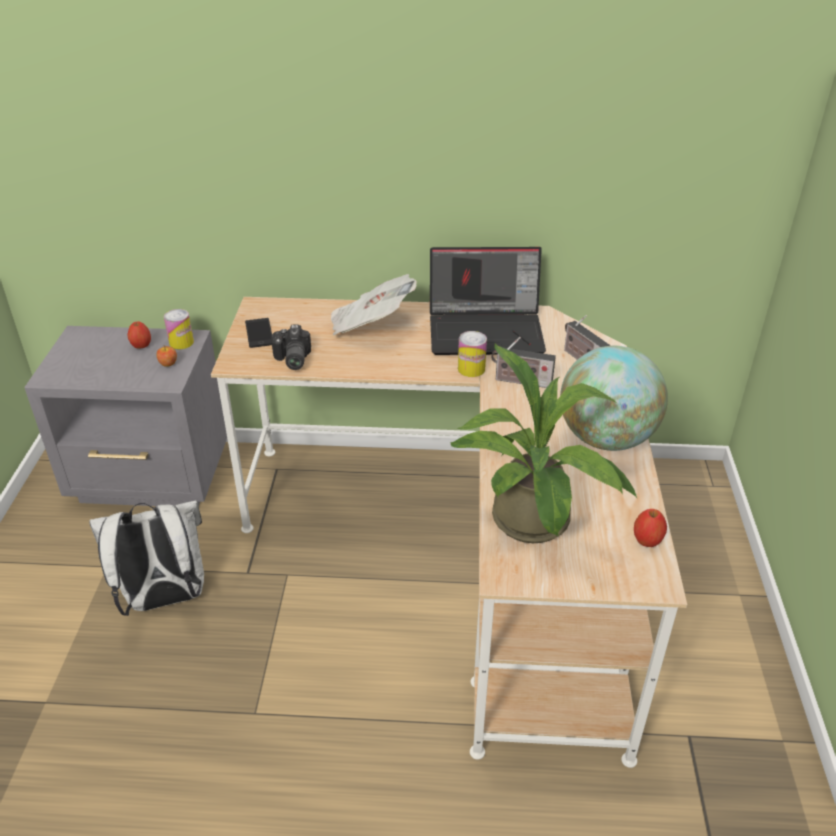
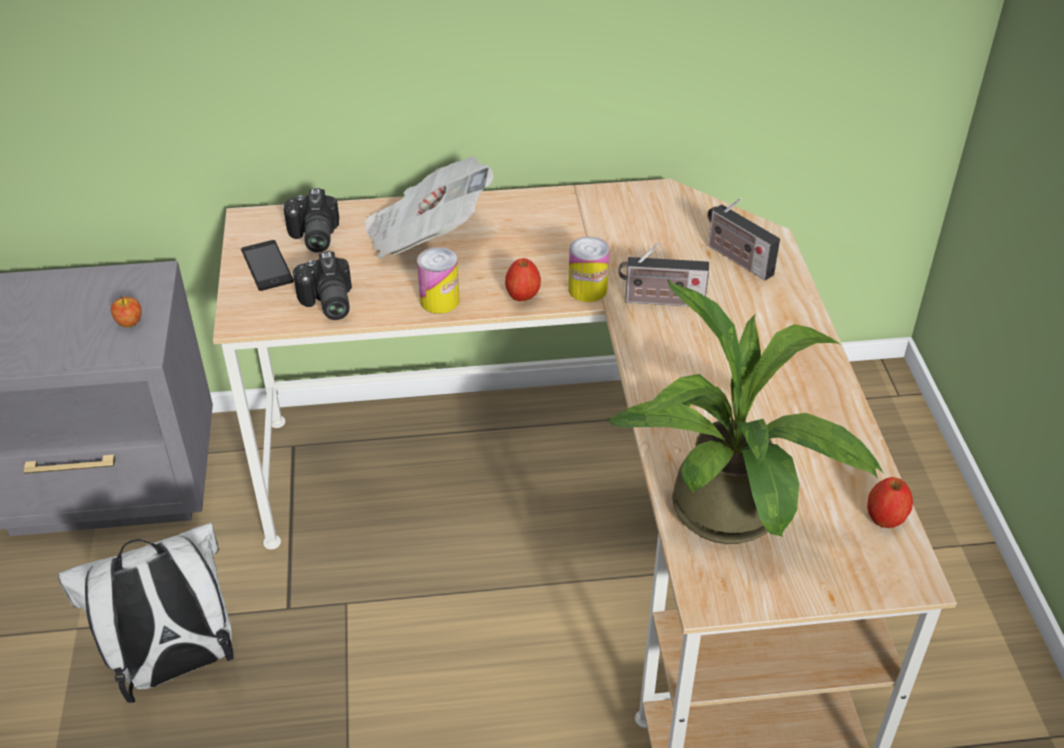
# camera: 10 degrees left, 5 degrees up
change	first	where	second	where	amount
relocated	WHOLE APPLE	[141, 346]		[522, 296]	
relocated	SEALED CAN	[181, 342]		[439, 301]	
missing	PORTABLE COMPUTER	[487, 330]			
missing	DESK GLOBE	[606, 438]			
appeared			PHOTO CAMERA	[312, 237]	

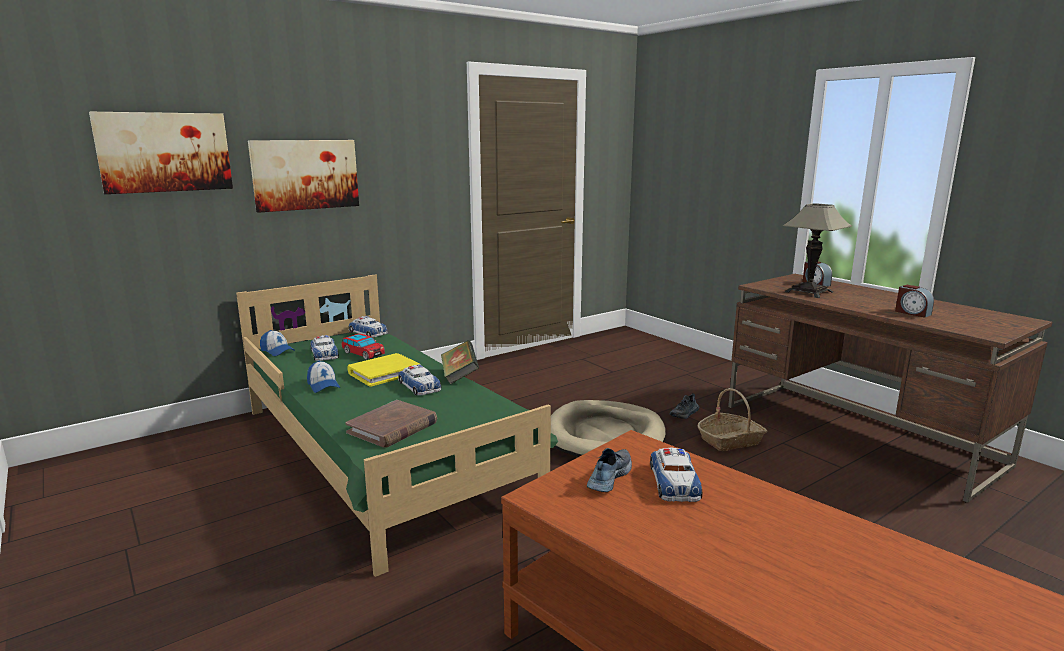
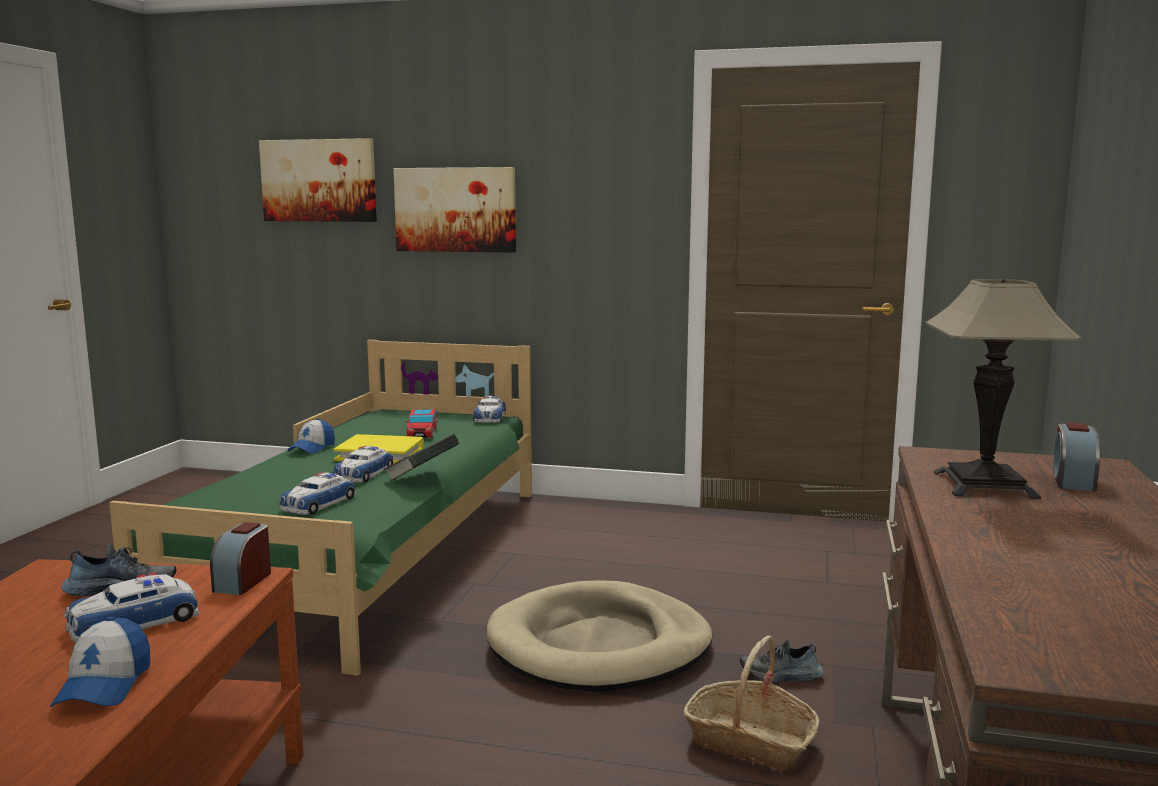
# camera: 50 degrees right, 5 degrees down
change	first	where	second	where	amount
relocated	CAP	[277, 351]		[104, 685]	
relocated	TOY CAR	[324, 354]		[318, 503]	
missing	BROWN-COLOURED BOOK	[392, 427]			
relocated	BEDSIDE CLOCK	[912, 313]		[243, 581]	

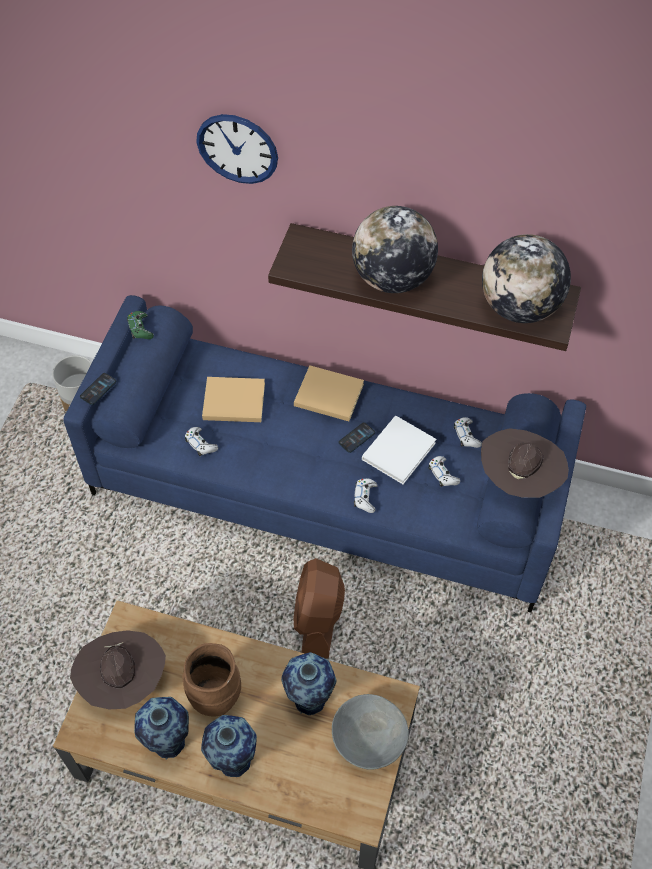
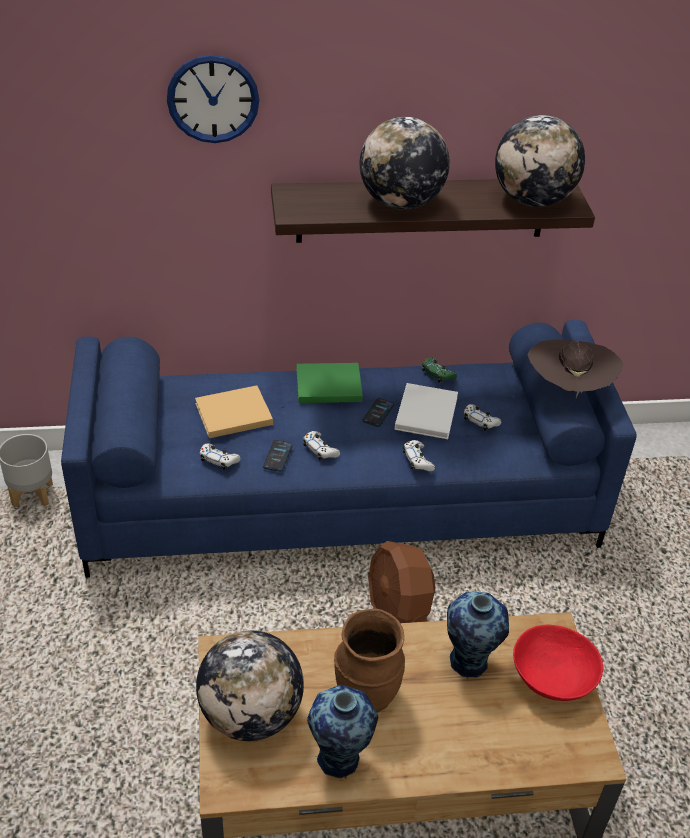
# camera: 25 degrees left, 15 degrees down
change	first	where	second	where	amount
exchanged	BROWN-COLOURED CLOTHING HAT	[123, 681]	DESK GLOBE	[251, 715]	
relocated	HANDSET	[98, 389]		[278, 456]	
relocated	GREENISH GAME CONTROLLER	[140, 328]		[437, 374]	
missing	VASE	[233, 762]			
colour	BEIGE BOOK	[327, 394]	GREENISH BOOK	[326, 385]	
colour	GREYISH BOWL	[368, 739]	RED BOWL	[552, 679]	
relocated	WHITISH GAME CONTROLLER	[466, 435]		[320, 449]	

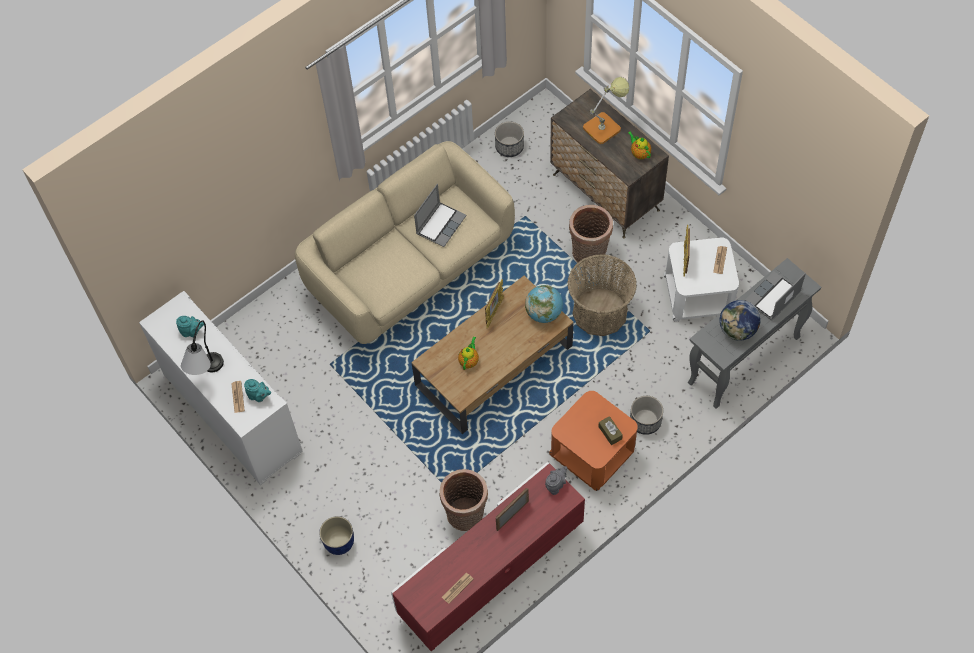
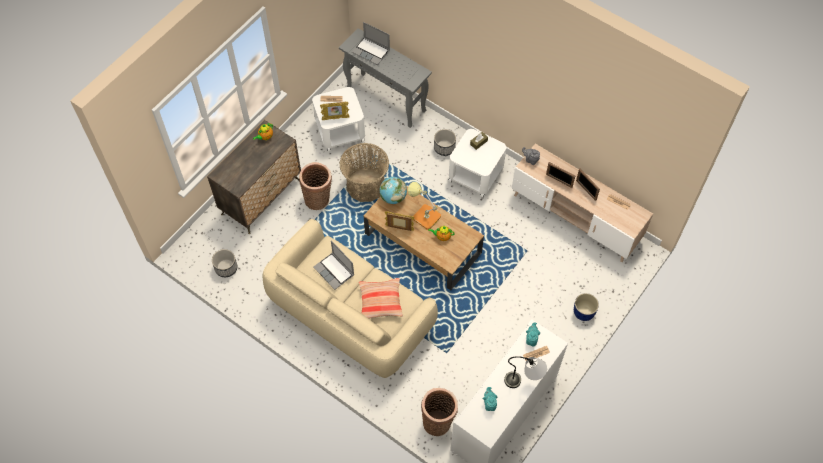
# camera: 105 degrees left, 0 degrees up
change	first	where	second	where	amount
colour	RED TV STAND	[490, 571]	BEIGE TV STAND	[575, 217]	
spun	PORTABLE COMPUTER	[440, 224]		[334, 271]	150 degrees counterclockwise
relocated	BASKET	[466, 516]		[438, 421]	
colour	ORANGEY SIDE TABLE	[592, 454]	WHITISH SIDE TABLE	[476, 173]	
relocated	LAMP FOR A TABLE	[605, 126]		[423, 215]	
missing	DESK GLOBE	[737, 330]			
appeared			PILLOW	[380, 301]	
appeared			PHOTO FRAME	[586, 190]	

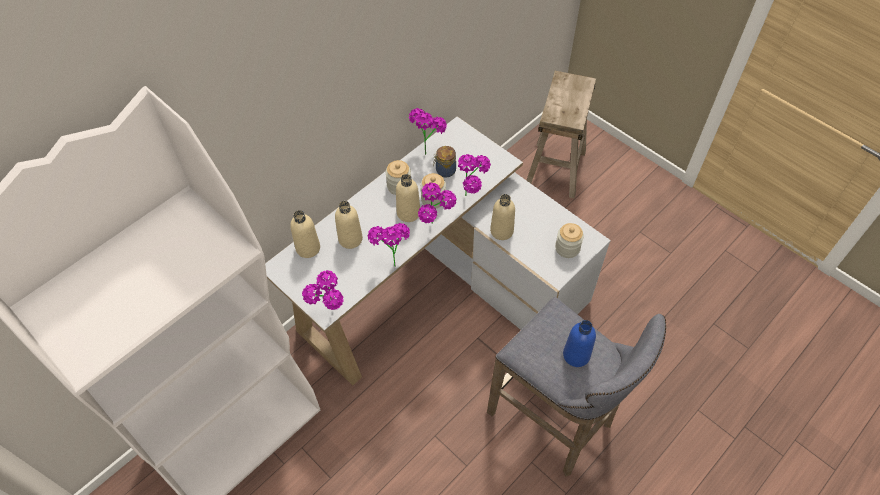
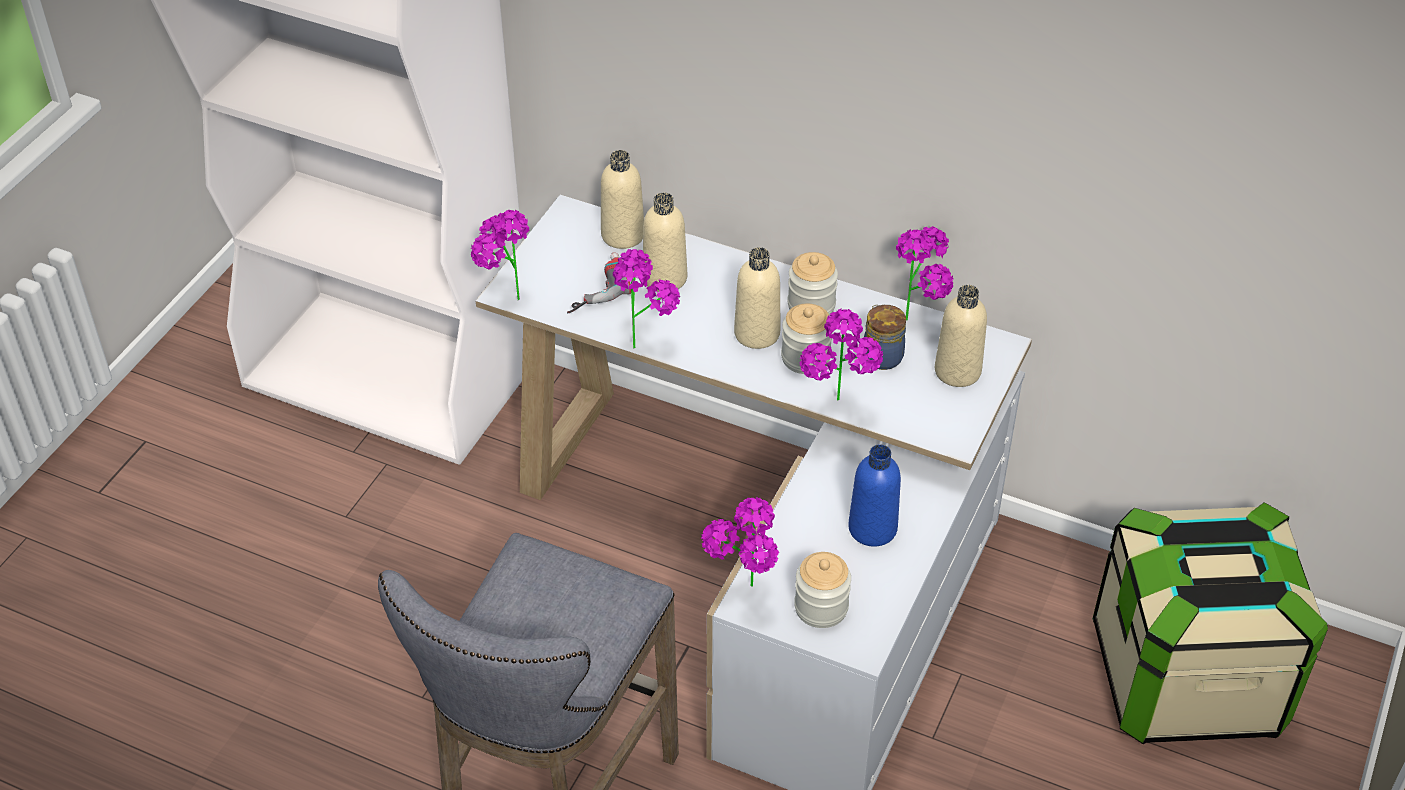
# camera: 70 degrees right, 10 degrees down
change	first	where	second	where	amount
relocated	POTTED PLANT	[436, 228]		[744, 596]	
relocated	BEIGE BOTTLE	[501, 231]		[957, 371]	
exchanged	BEIGE STOOL	[556, 169]	STORAGE BIN	[1186, 678]	
relocated	BLUISH BOTTLE	[576, 355]		[872, 528]	
appeared			POWER DRILL	[594, 287]	

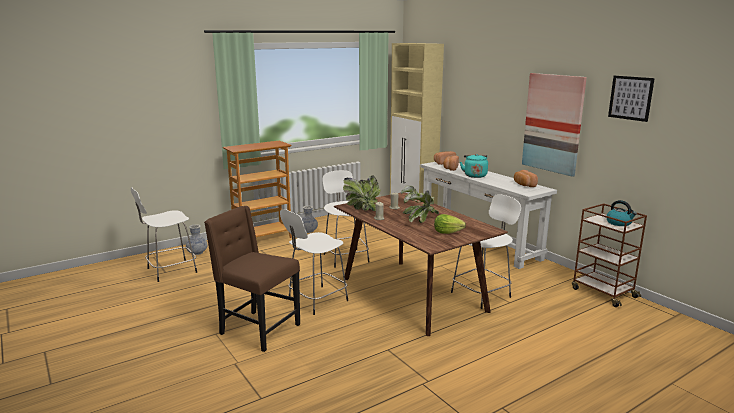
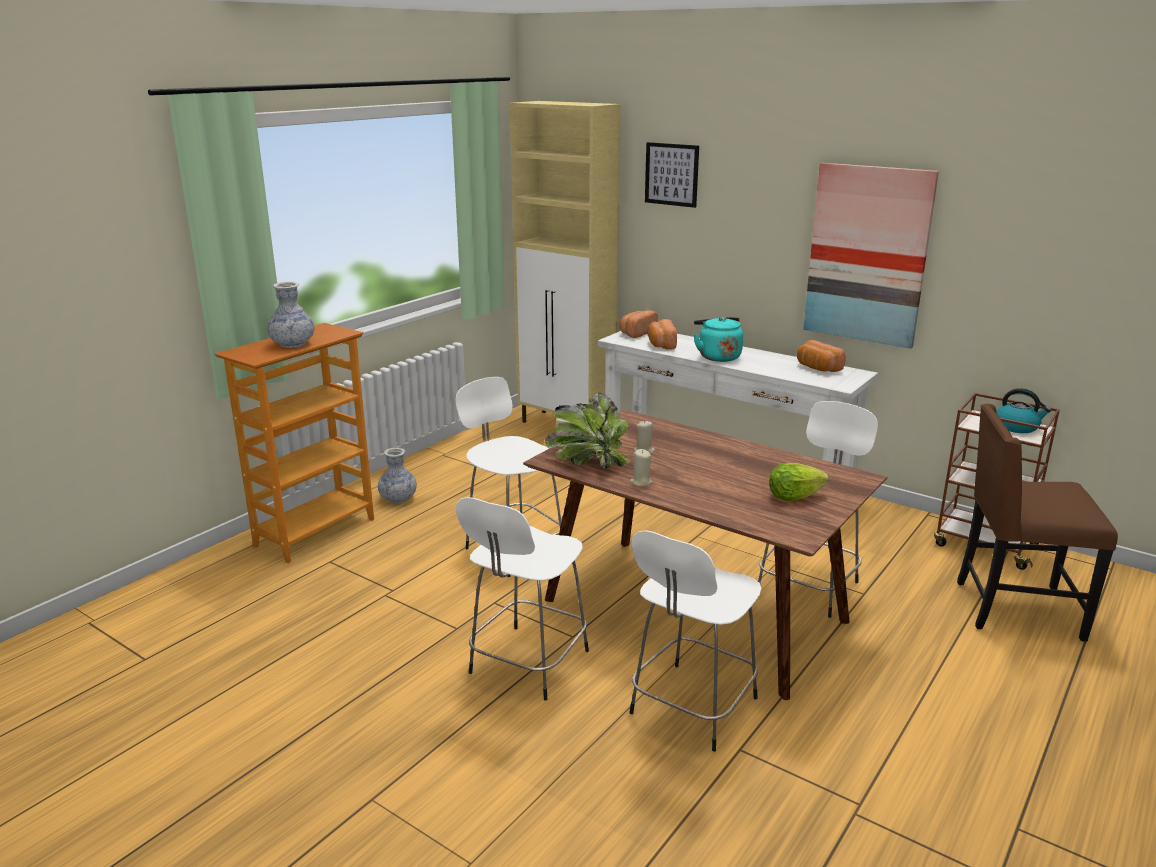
# camera: 20 degrees left, 5 degrees up
change	first	where	second	where	amount
relocated	WHITISH STOOL	[170, 271]		[691, 708]	
relocated	VASE	[197, 252]		[293, 344]	
relocated	BROWN-COLOURED UPRIGHT CHAIR	[258, 330]		[1014, 609]	
missing	POTTED PLANT	[419, 221]			
relocated	WALL ART	[630, 98]		[671, 174]	

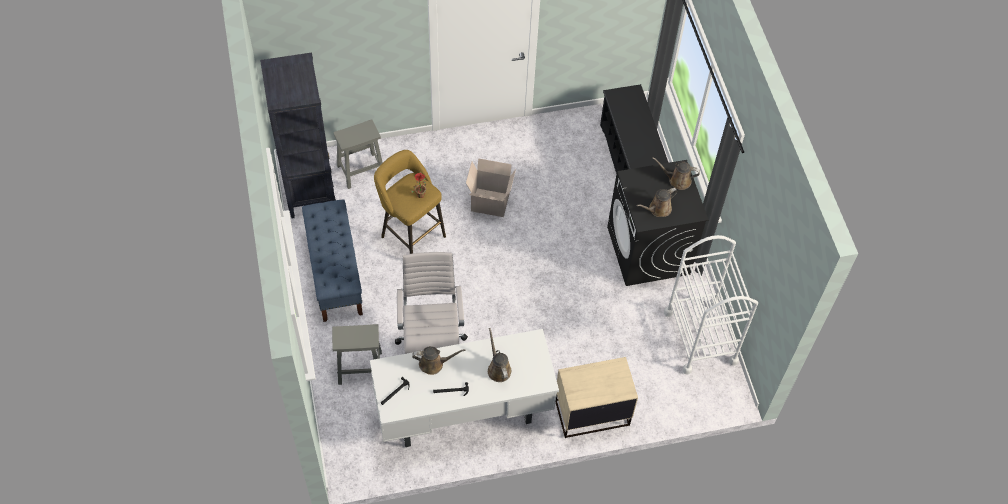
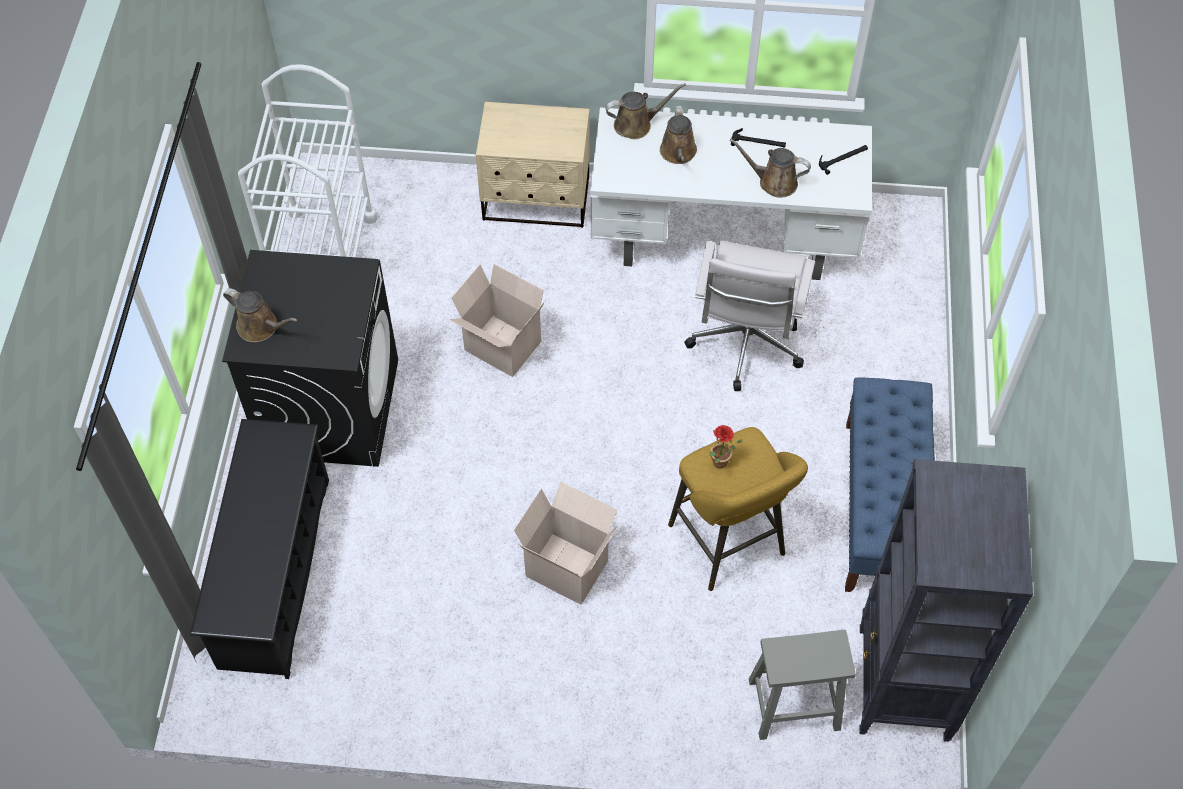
# camera: 160 degrees left, 0 degrees up
change	first	where	second	where	amount
missing	GREYISH STOOL	[361, 367]			
relocated	BROWN-COLOURED WATERING CAN	[658, 209]		[636, 124]	
appeared			CARTON	[500, 347]	

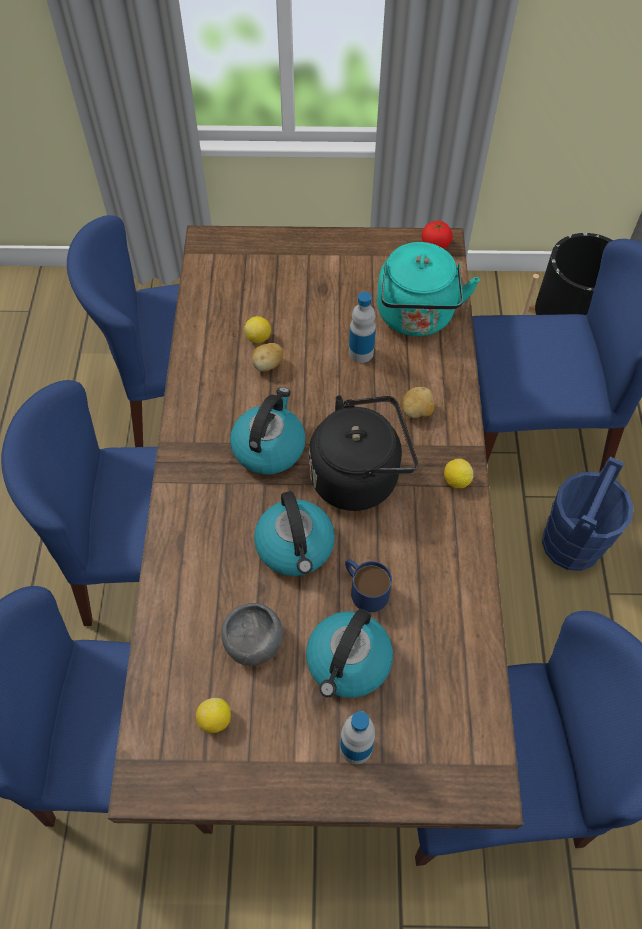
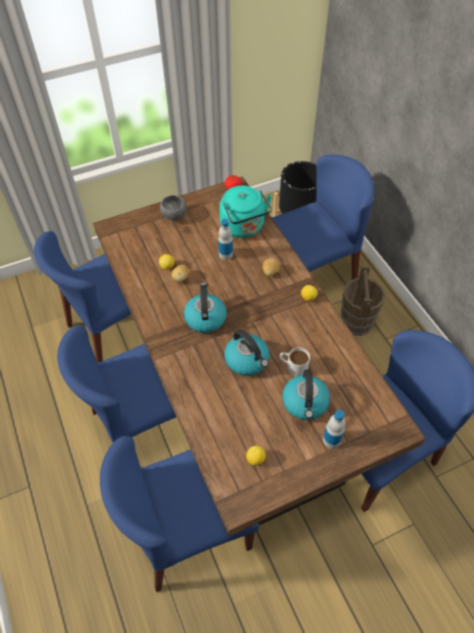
# camera: 25 degrees left, 5 degrees down
change	first	where	second	where	amount
relocated	GREYISH BOWL	[252, 642]		[173, 215]	
missing	BLACK TEA KETTLE	[359, 476]			
colour	BLUISH COFFEE MUG	[364, 588]	WHITISH COFFEE MUG	[293, 366]	
colour	BLUISH WATER BUCKET	[572, 543]	BROWN-COLOURED WATER BUCKET	[356, 321]	

